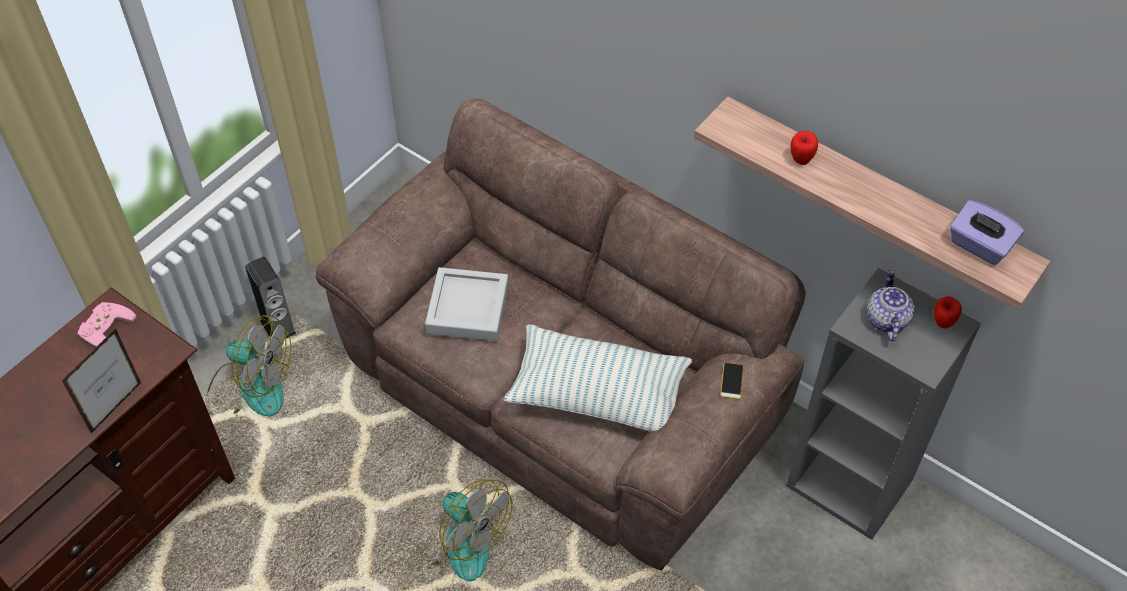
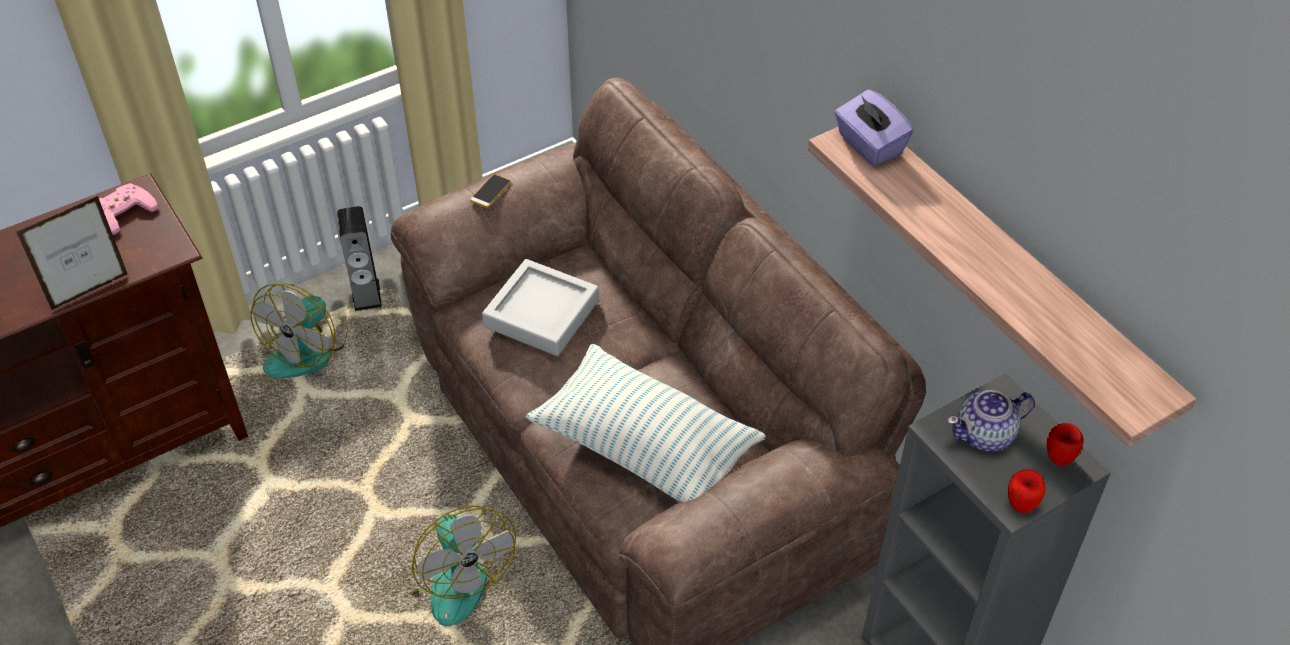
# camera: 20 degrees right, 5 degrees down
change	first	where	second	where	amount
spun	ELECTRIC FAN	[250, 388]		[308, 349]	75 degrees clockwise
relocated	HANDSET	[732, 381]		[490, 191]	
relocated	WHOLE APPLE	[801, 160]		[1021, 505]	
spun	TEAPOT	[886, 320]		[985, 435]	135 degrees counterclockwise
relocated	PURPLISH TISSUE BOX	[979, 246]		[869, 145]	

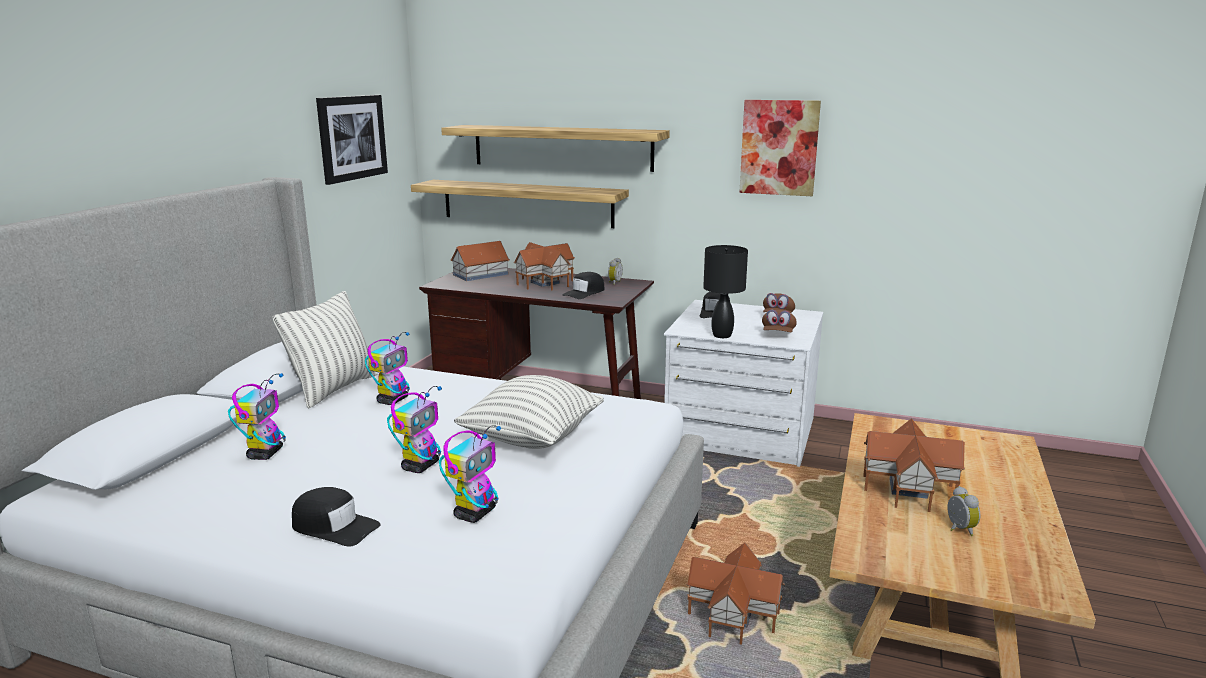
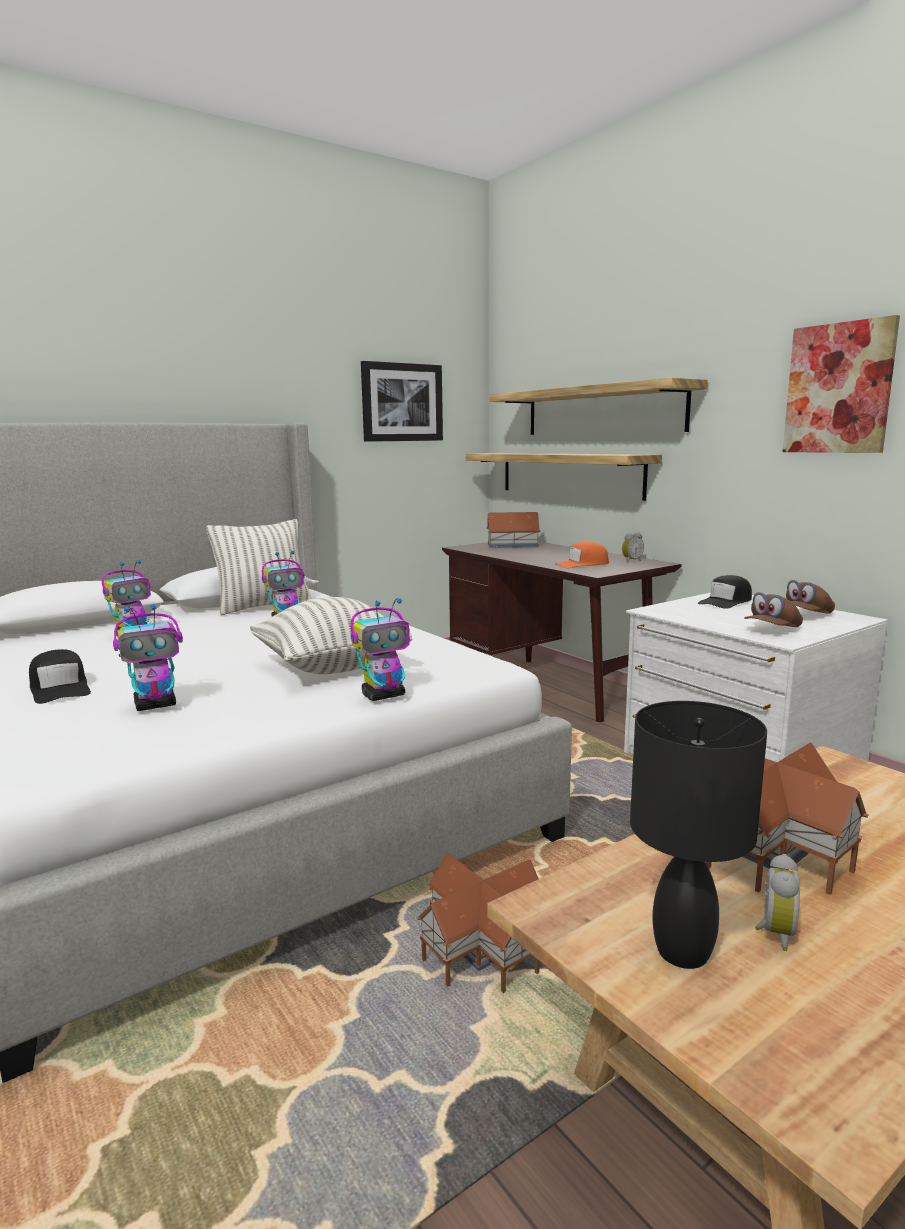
# camera: 35 degrees right, 5 degrees down
change	first	where	second	where	amount
relocated	ROBOT FIGURE	[421, 466]		[384, 695]	
missing	TOY HOUSE	[545, 282]			
colour	BLACK CAP	[584, 293]	ORANGEY CAP	[582, 564]	
relocated	BLACK LAMP FOR A TABLE	[722, 335]		[684, 951]	

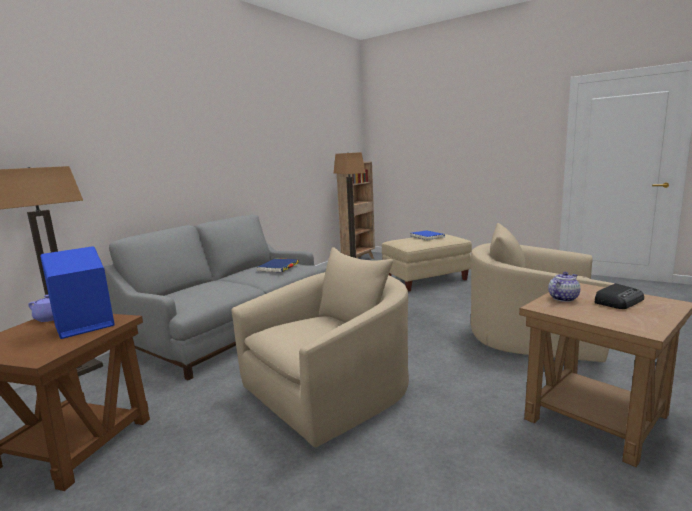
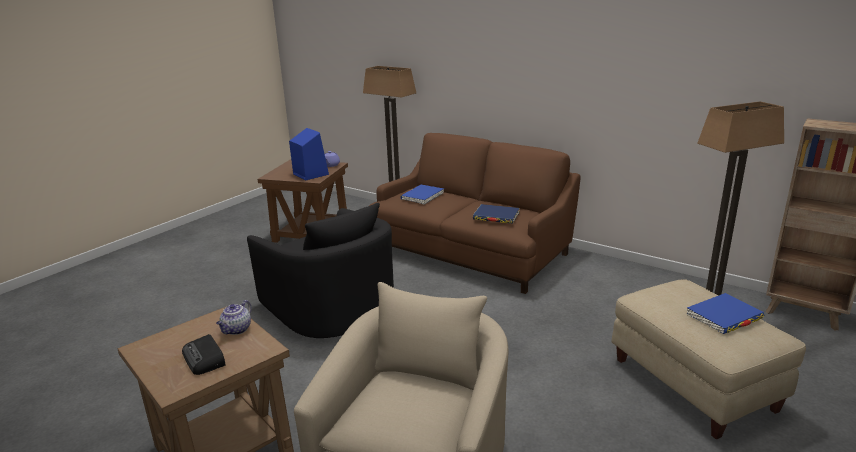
# camera: 90 degrees right, 10 degrees up
change	first	where	second	where	amount
colour	GREYISH SETTEE	[233, 328]	BROWN-COLOURED SETTEE	[471, 250]	
colour	BEIGE ARMCHAIR	[332, 392]	BLACK ARMCHAIR	[331, 307]	
spun	TEAPOT	[563, 298]		[236, 330]	60 degrees clockwise
appeared			BLUISH BOOK	[422, 196]	

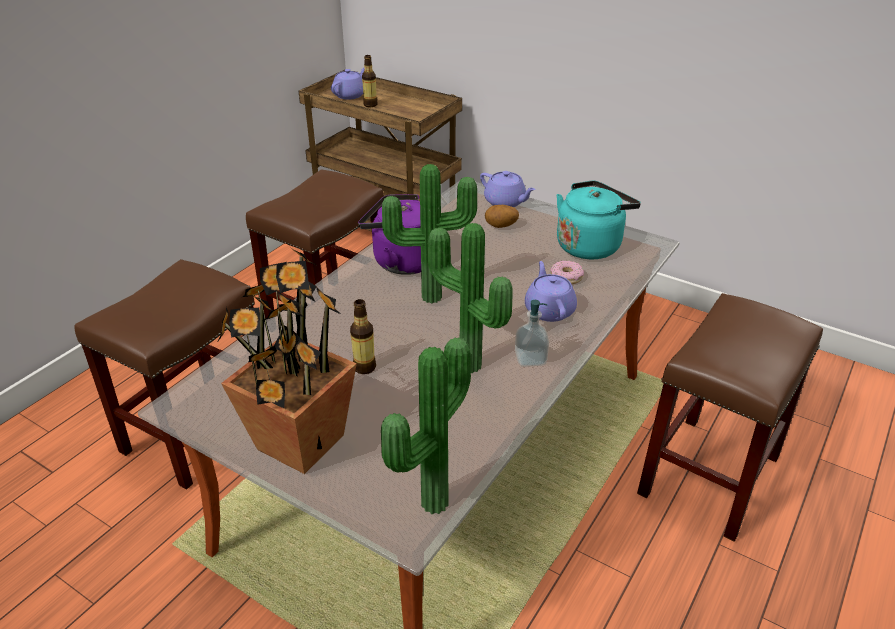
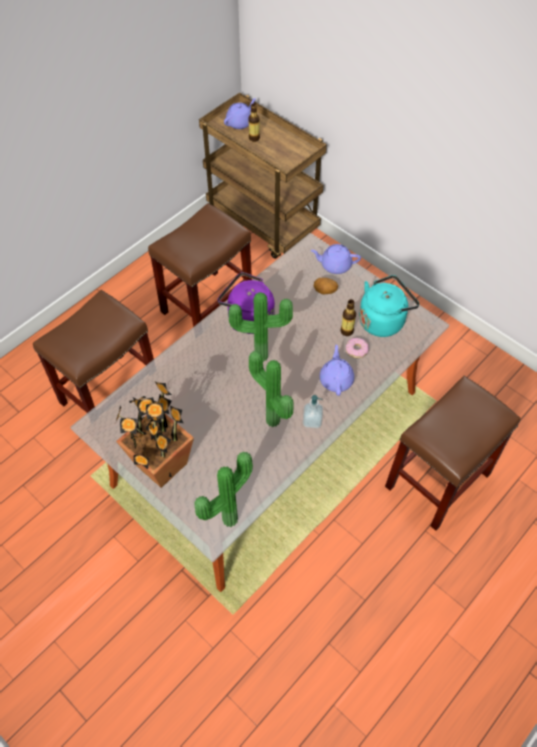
# camera: 10 degrees right, 20 degrees up
change	first	where	second	where	amount
relocated	BOTTLE	[364, 367]		[346, 331]	
spun	PURPLISH TEAPOT	[505, 202]		[335, 265]	135 degrees clockwise

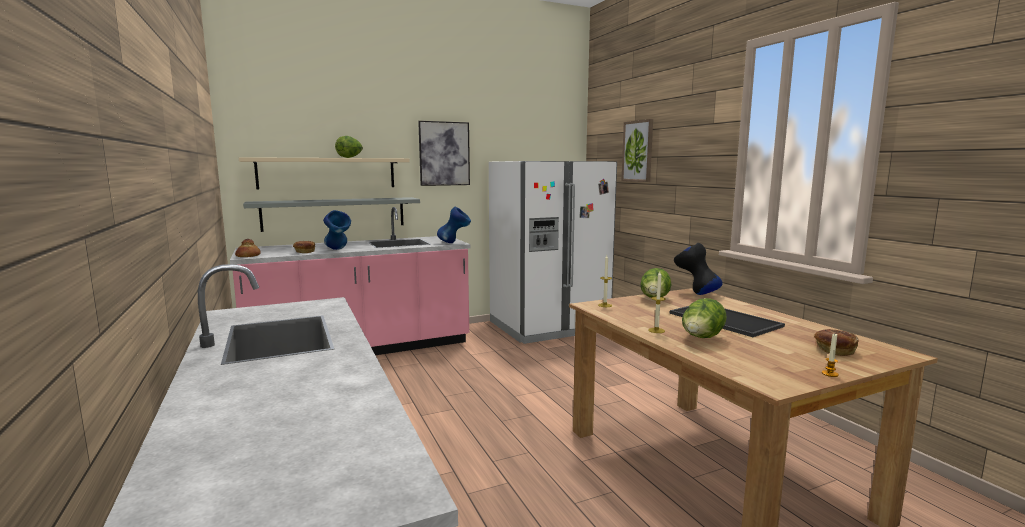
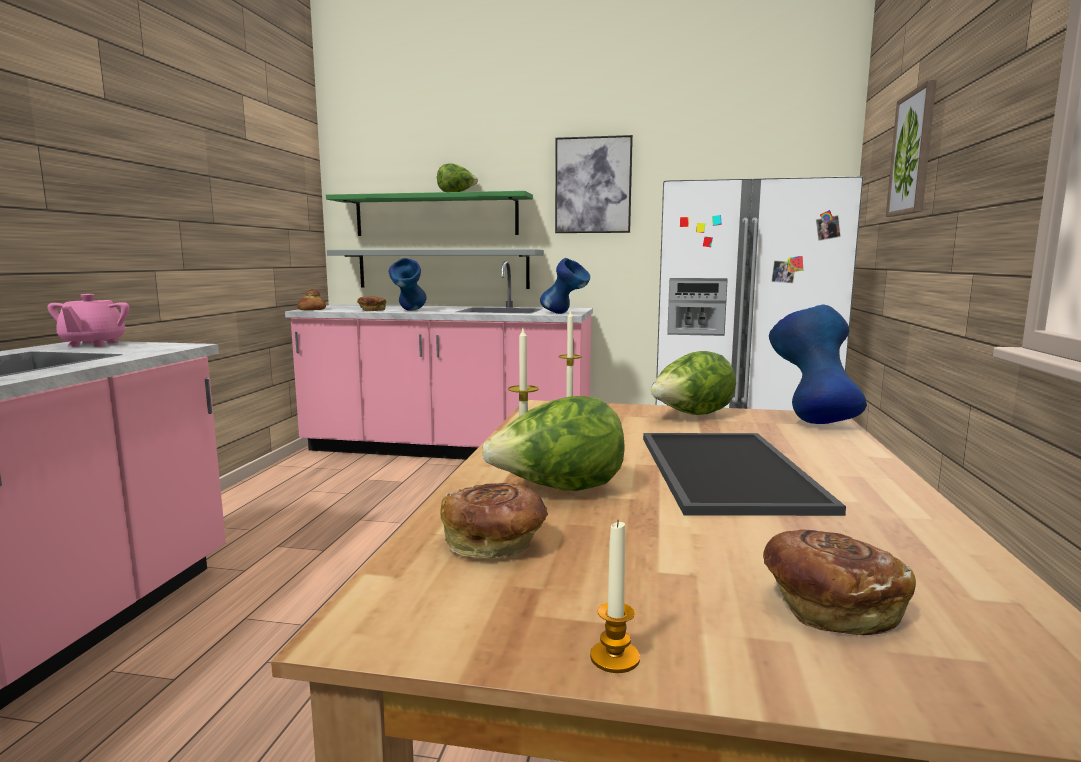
# camera: 35 degrees right, 0 degrees up
change	first	where	second	where	amount
colour	BEIGE WALL SHELF	[327, 173]	GREENISH WALL SHELF	[436, 215]	
colour	BLACK VASE	[695, 293]	BLUISH VASE	[811, 420]	
appeared			PINK TEAPOT	[93, 344]	
appeared			BREAD	[495, 544]	

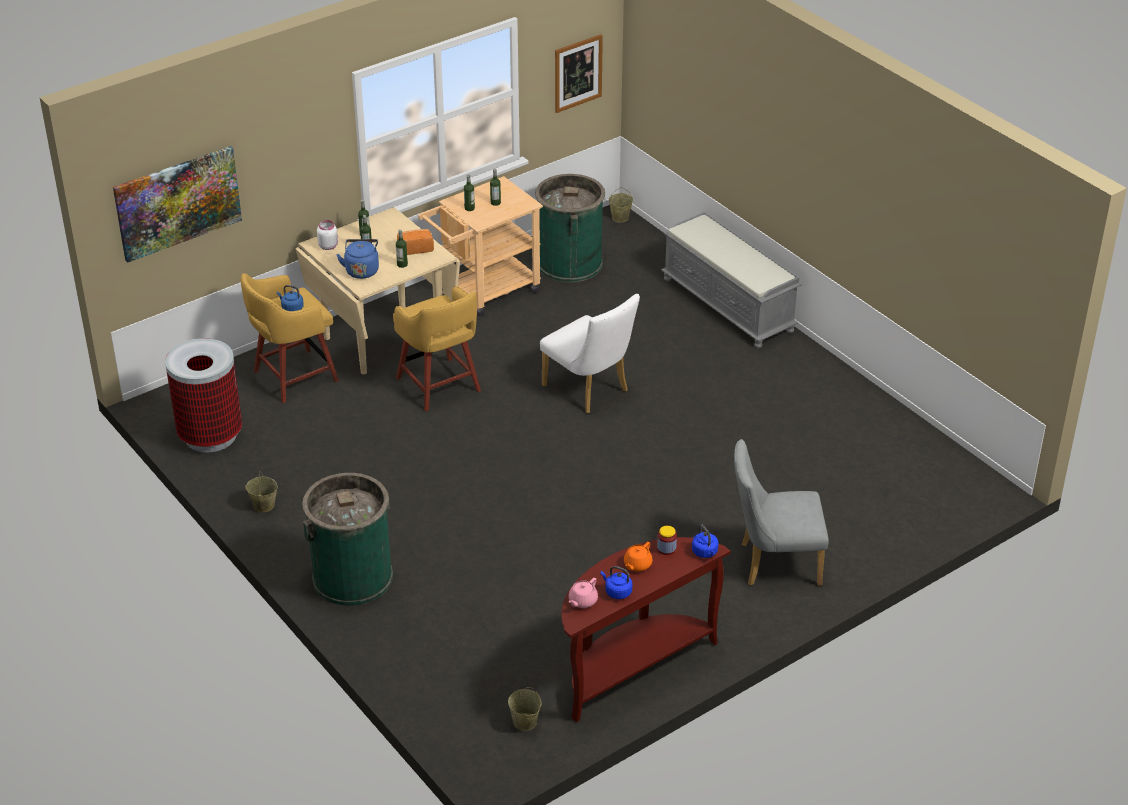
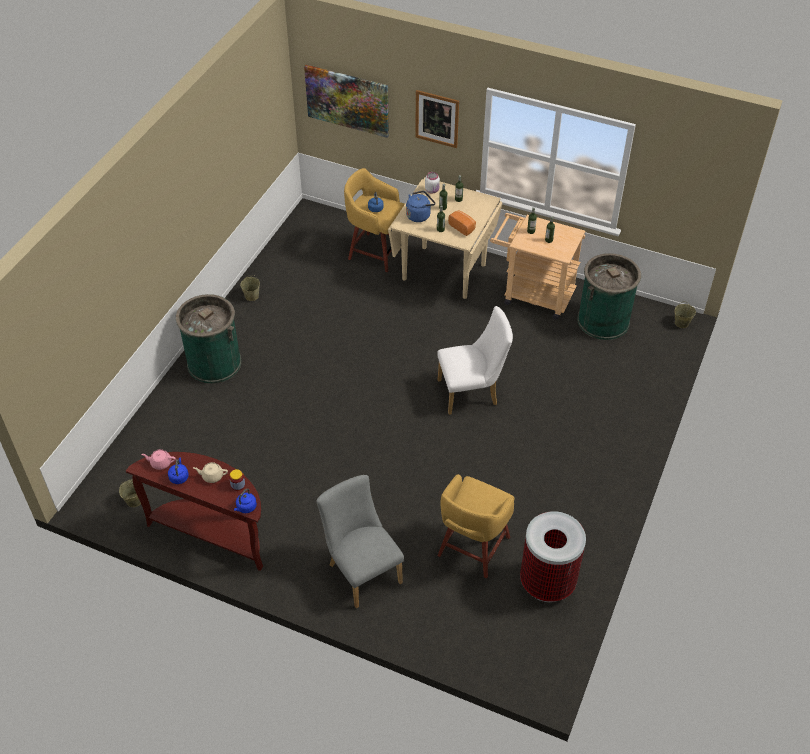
# camera: 60 degrees right, 10 degrees up
change	first	where	second	where	amount
relocated	RUBBISH BIN	[211, 436]		[547, 583]	
relocated	YELLOW STOOL	[439, 386]		[472, 548]	
spun	WHITISH UPRIGHT CHAIR	[590, 391]		[472, 392]	120 degrees counterclockwise
relocated	WALL ART	[578, 73]		[437, 118]	
colour	ORANGEY TEAPOT	[637, 565]	BEIGE TEAPOT	[212, 476]	
missing	GREYISH BENCH	[729, 305]			

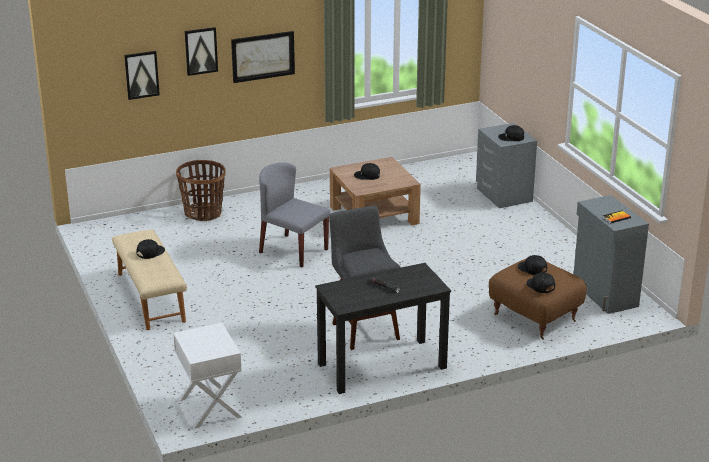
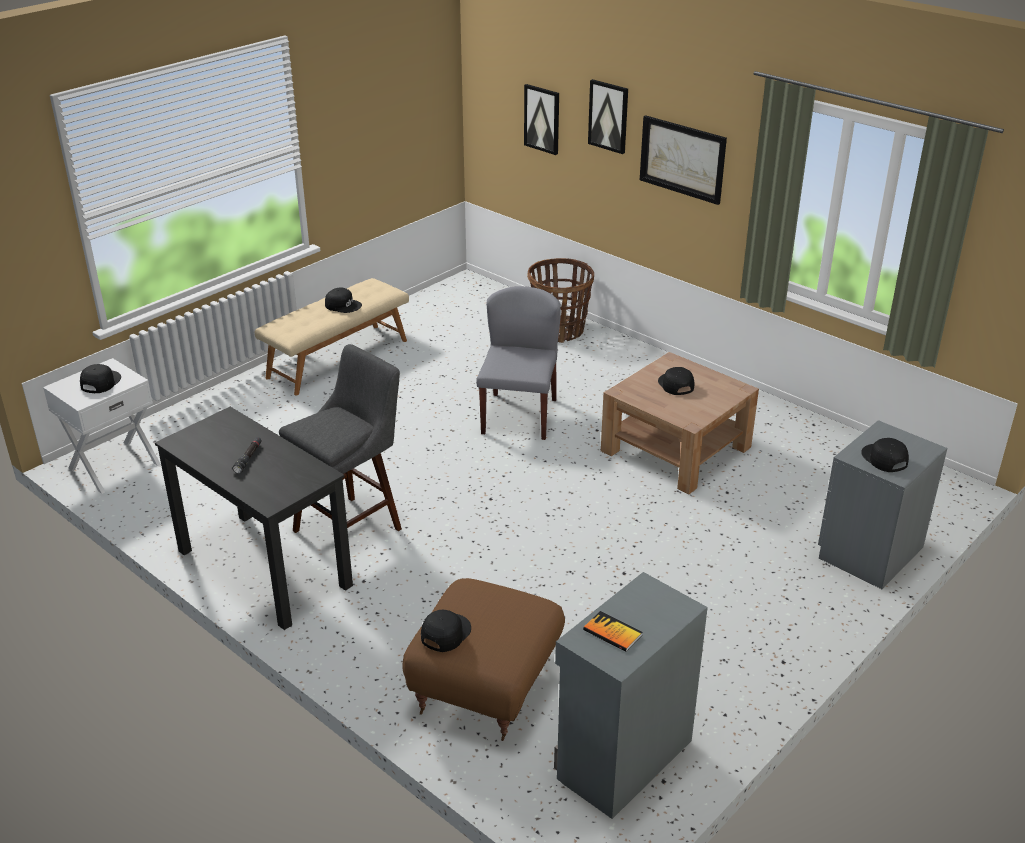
# camera: 65 degrees right, 5 degrees up
change	first	where	second	where	amount
relocated	BLACK CAP	[532, 268]		[100, 382]	

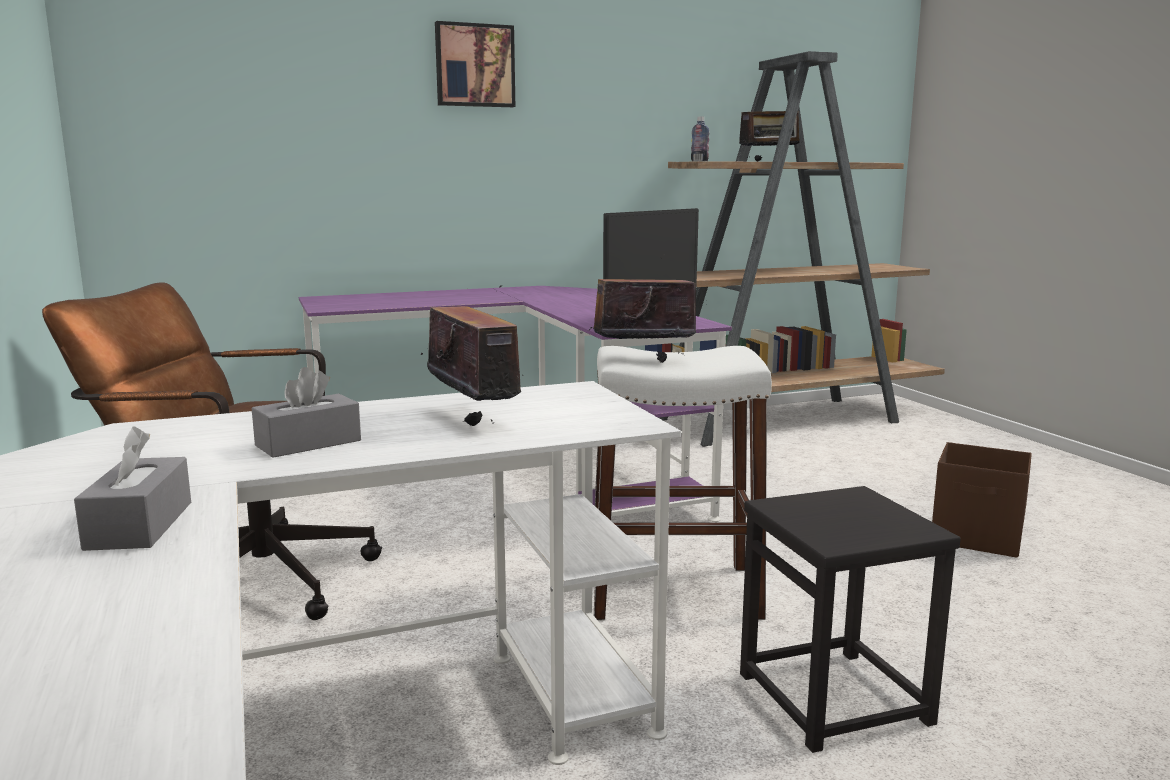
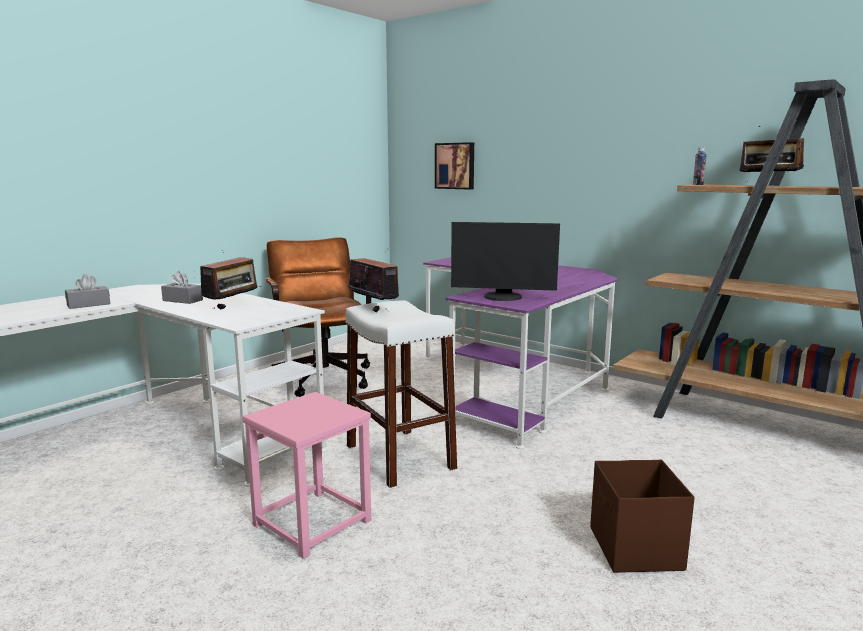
# camera: 60 degrees right, 0 degrees up
change	first	where	second	where	amount
relocated	WALL ART	[474, 65]		[455, 166]	
colour	BLACK STOOL	[835, 698]	PINK STOOL	[312, 523]	

